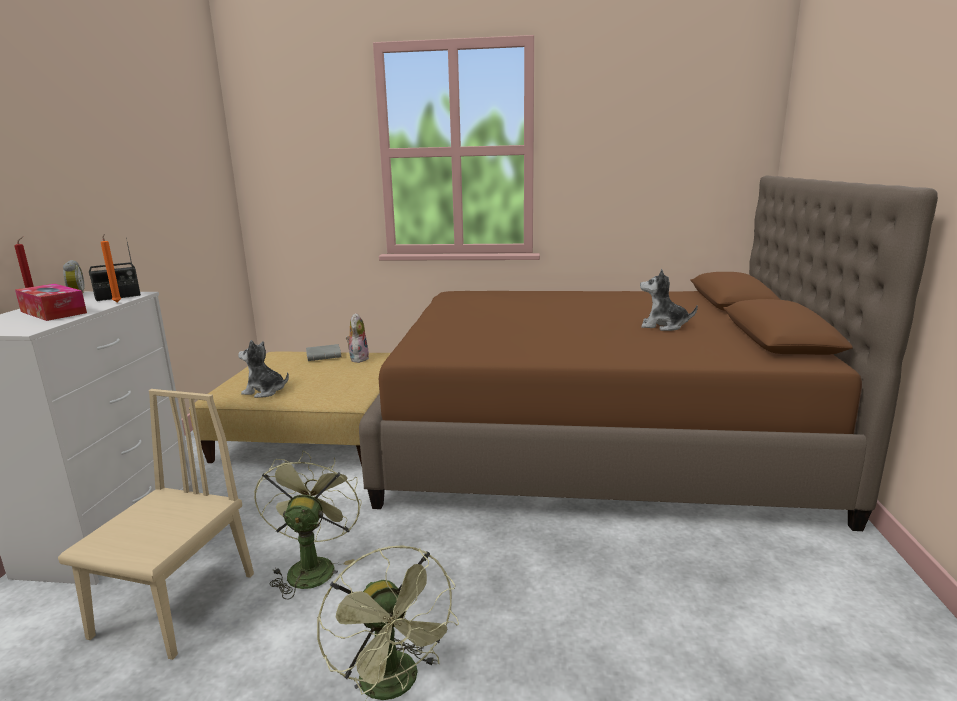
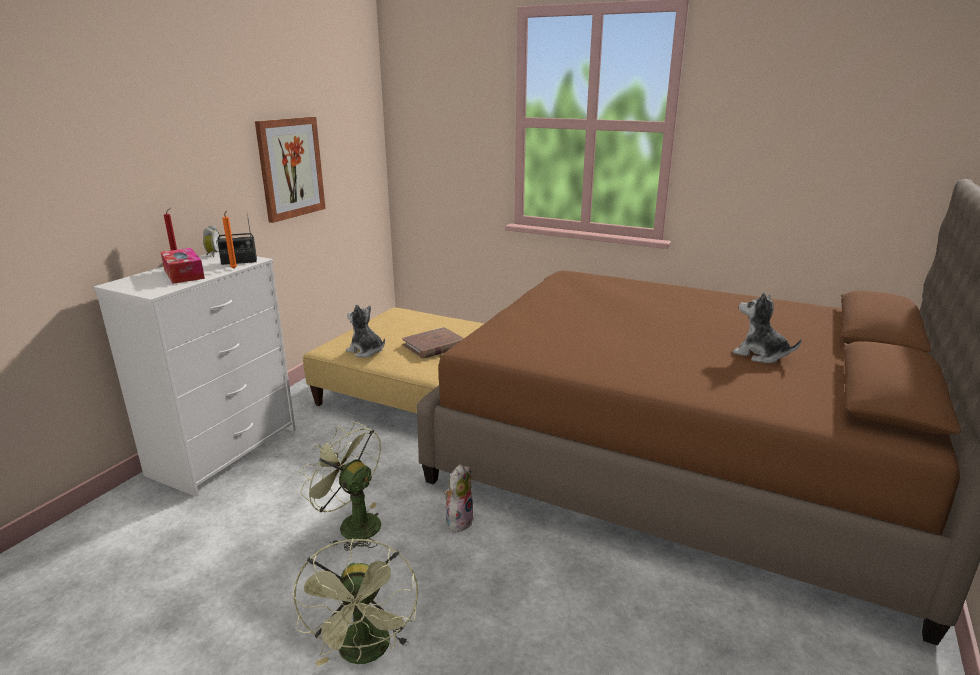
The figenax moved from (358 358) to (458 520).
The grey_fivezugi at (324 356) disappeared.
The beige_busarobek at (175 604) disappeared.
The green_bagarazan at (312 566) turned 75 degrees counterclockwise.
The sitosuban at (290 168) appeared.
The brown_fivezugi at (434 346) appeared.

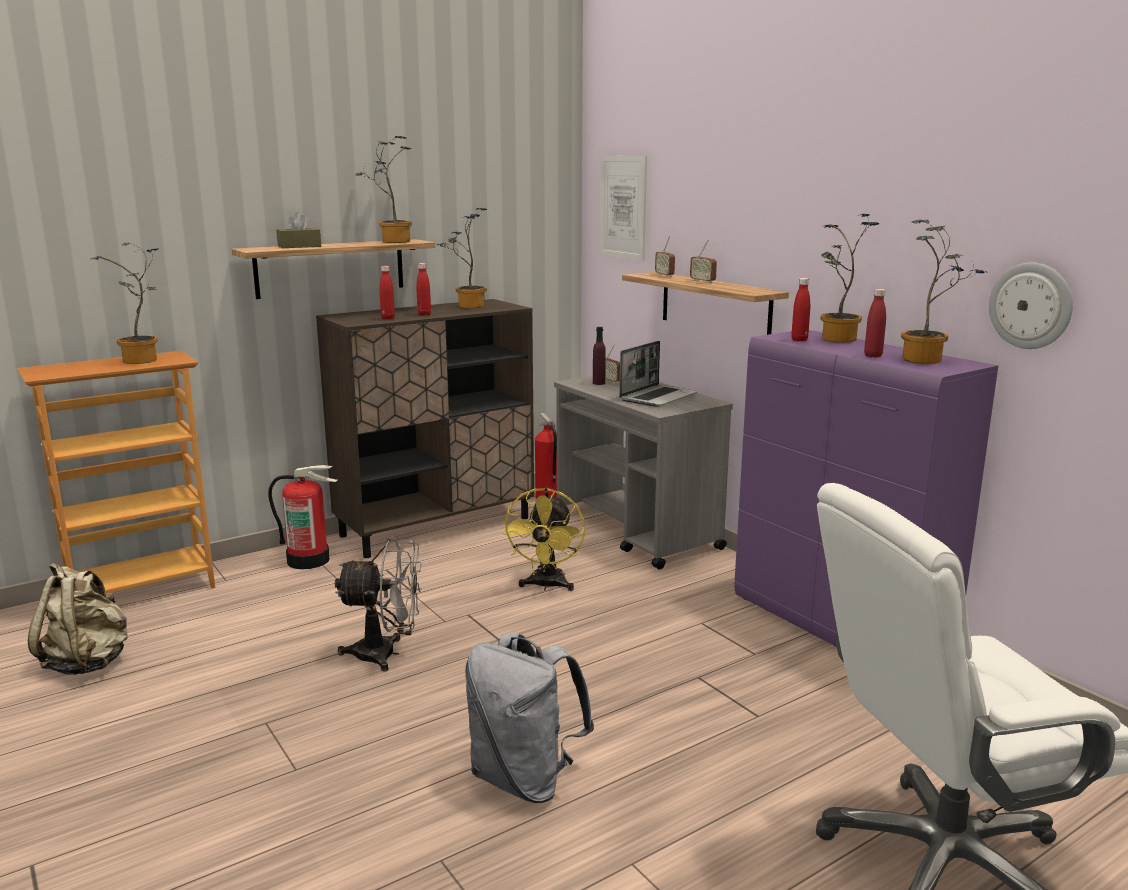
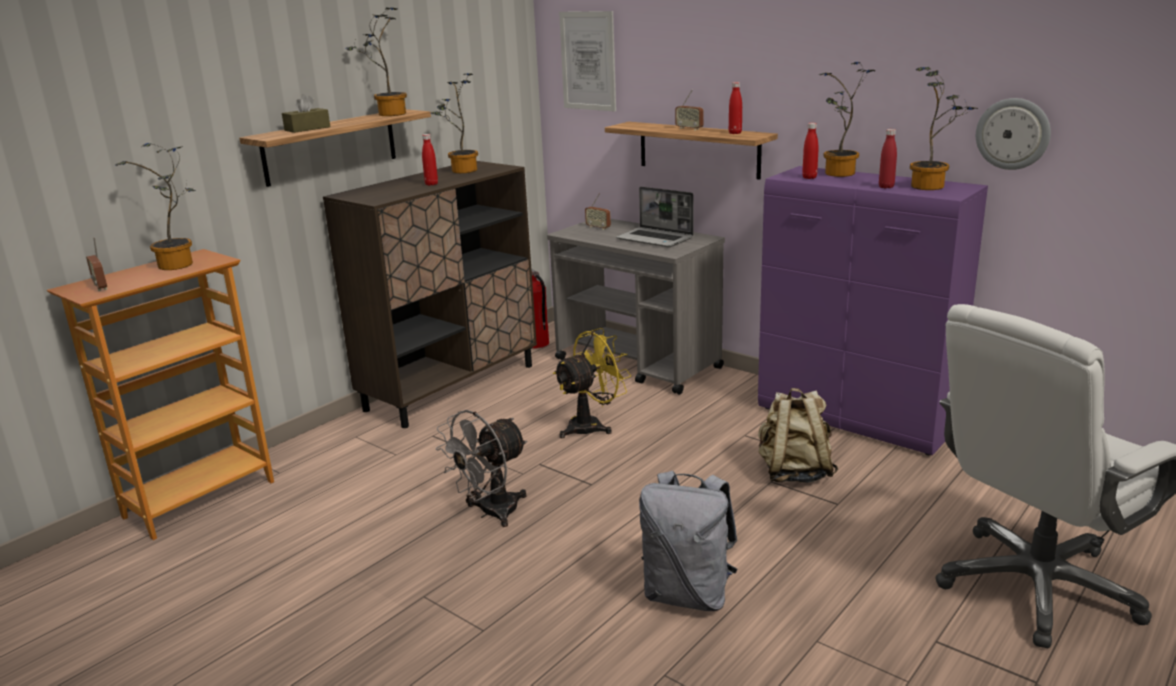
The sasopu moved from (664 275) to (101 287).
The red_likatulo moved from (388 318) to (735 133).
The purple_likatulo at (598 383) disappeared.
The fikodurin at (658 397) turned 105 degrees clockwise.
The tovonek at (309 560) disappeared.
The yellow_bagarazan at (546 586) turned 120 degrees counterclockwise.
The grey_bagarazan at (386 654) turned 150 degrees clockwise.
The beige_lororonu moved from (88 662) to (794 473).

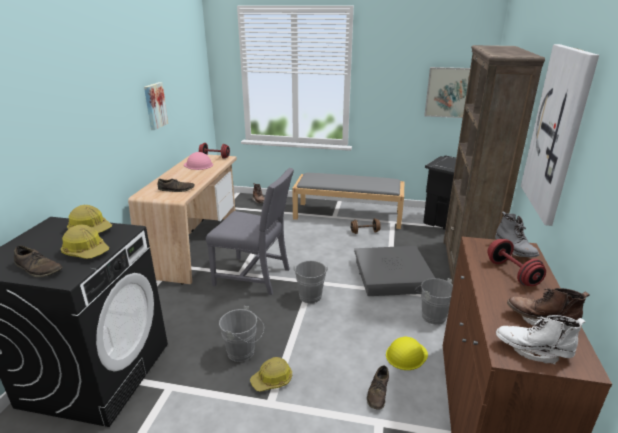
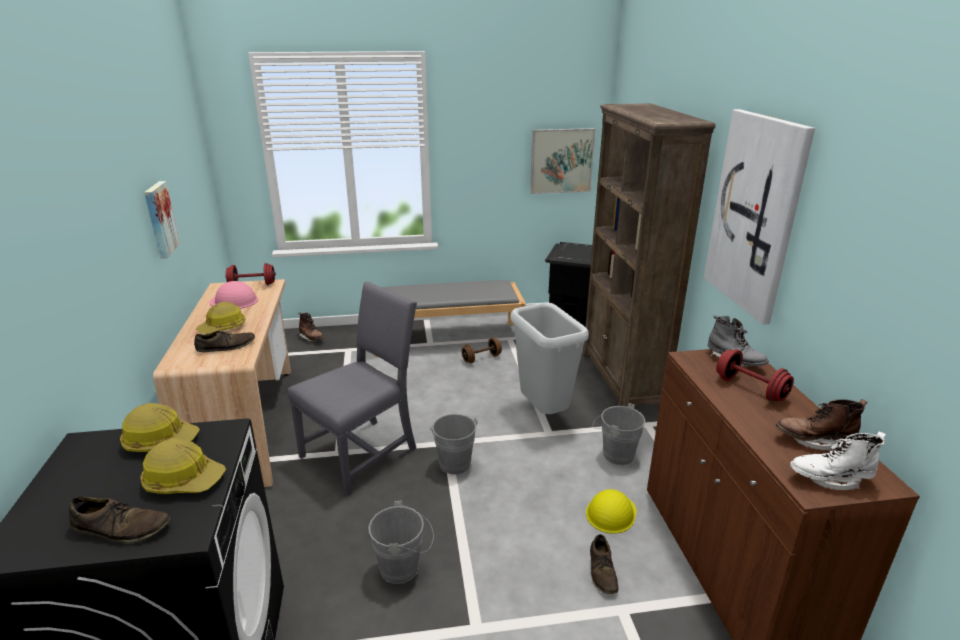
The grey_busarobek at (255 276) turned 45 degrees counterclockwise.
The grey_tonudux at (392 276) was replaced by the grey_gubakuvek at (544 413).
The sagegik moved from (272 380) to (223 327).

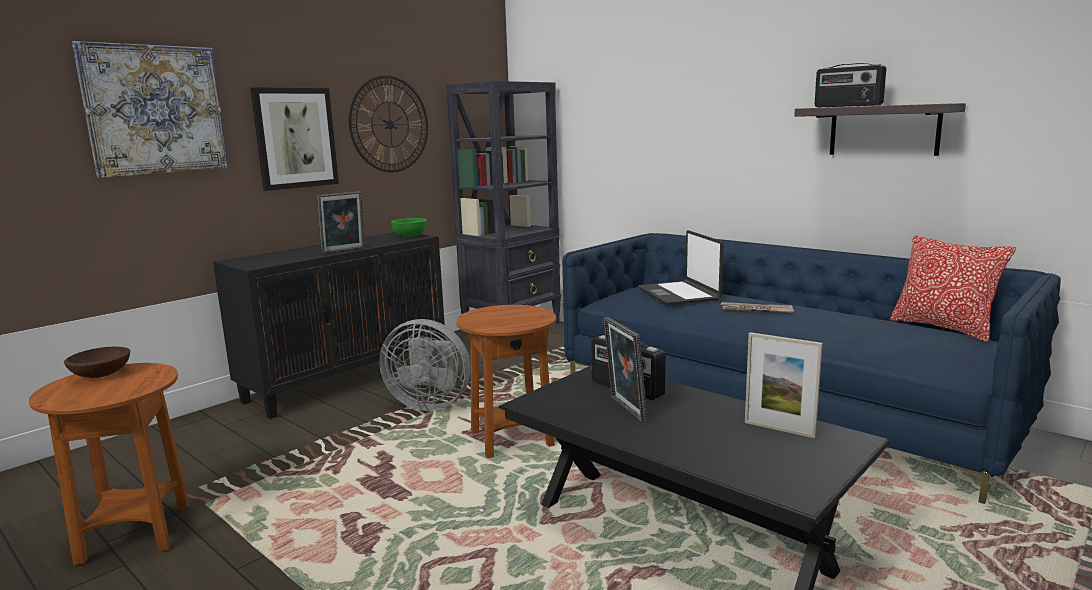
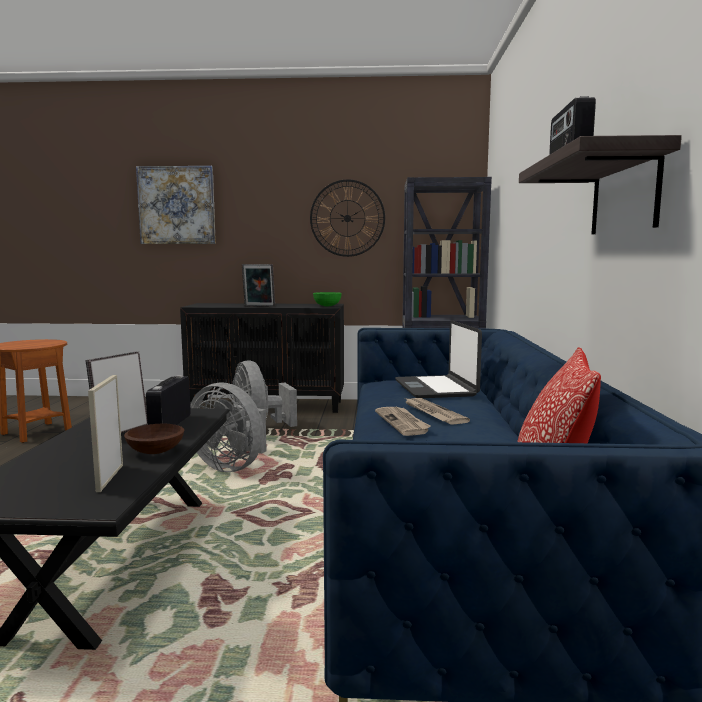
The sitosuban at (295 138) disappeared.
The fikodurin at (679 294) turned 45 degrees counterclockwise.
The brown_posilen at (512 439) was replaced by the grey_bagarazan at (231 466).
The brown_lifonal moved from (102 374) to (156 451).
The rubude at (403 423) appeared.

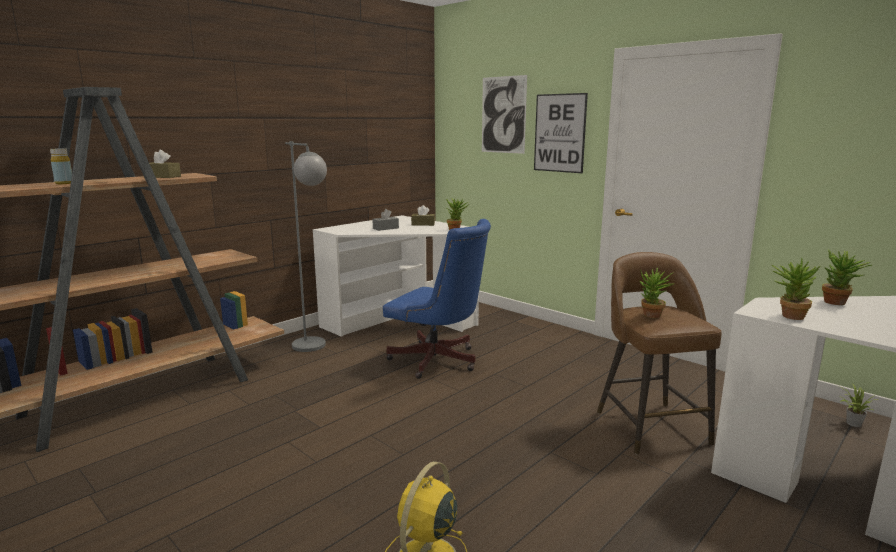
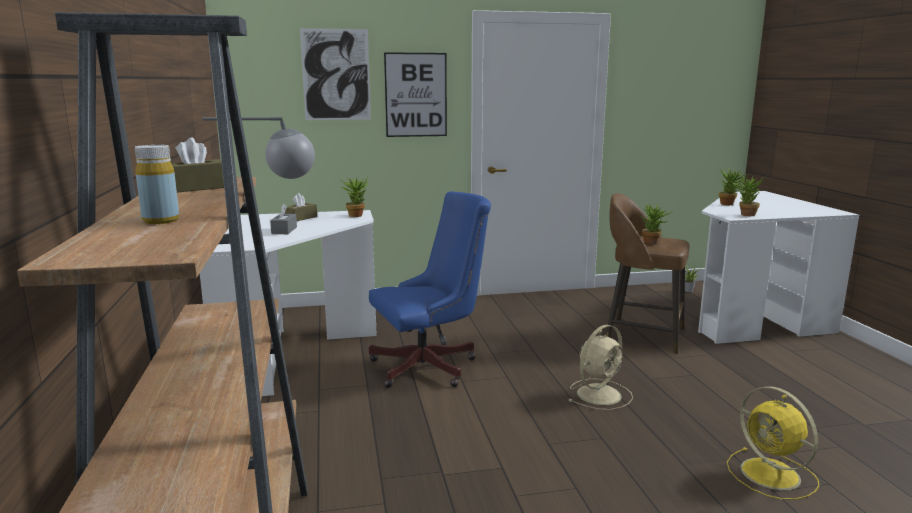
The beige_bagarazan at (600 394) appeared.

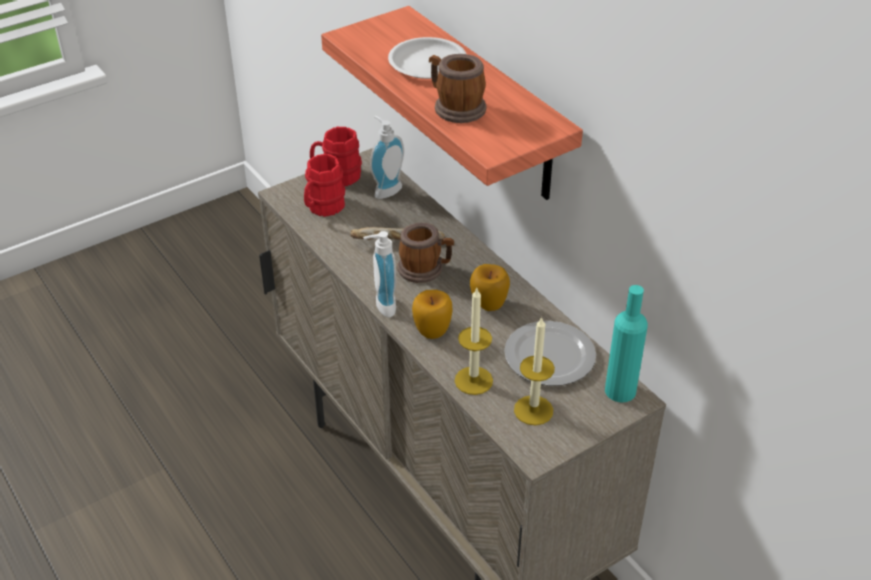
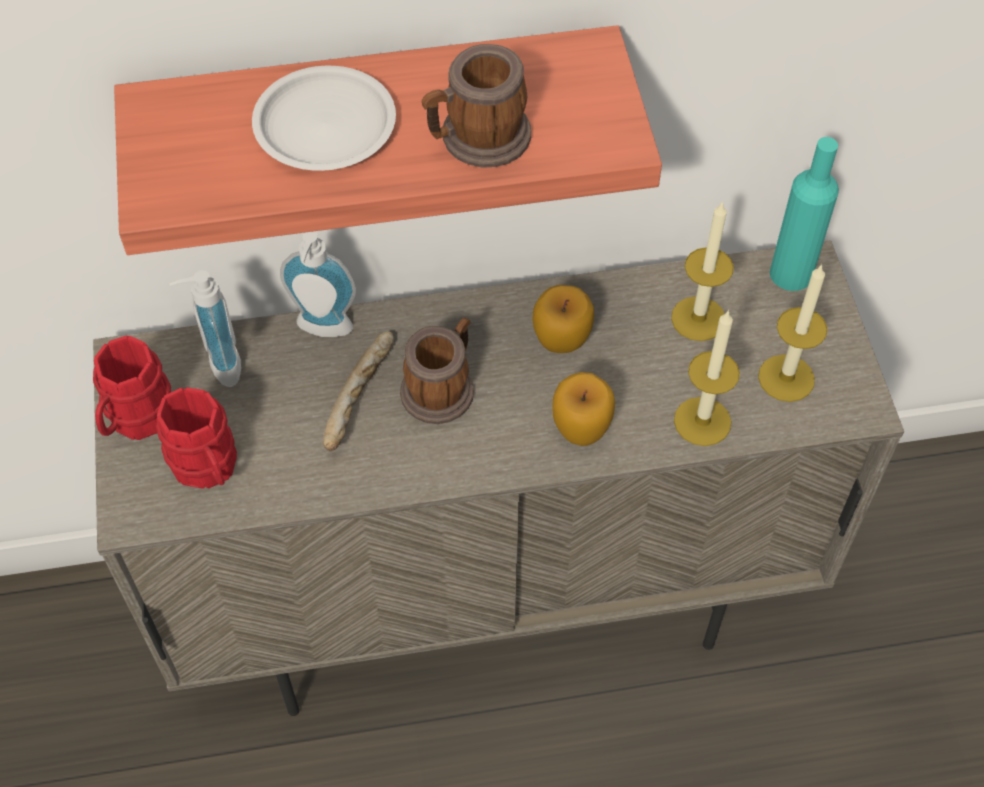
The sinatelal moved from (381 306) to (323 331).
The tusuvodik at (550 357) was replaced by the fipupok at (698 318).

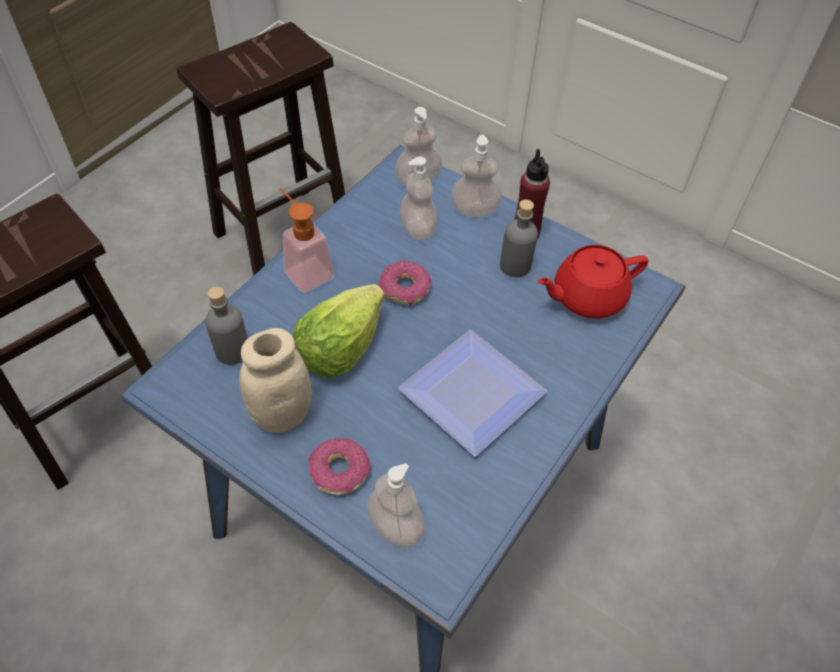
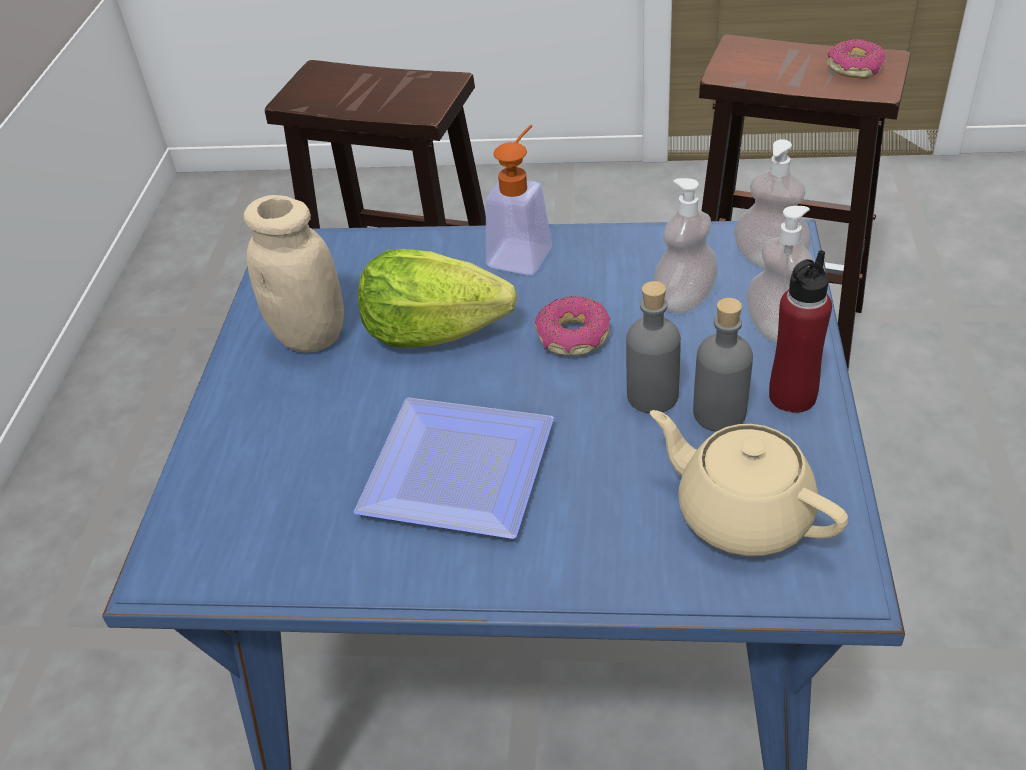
The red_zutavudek at (587 296) became the beige_zutavudek at (742 514).
The grey_likatulo moved from (232 351) to (652 395).
The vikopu moved from (339 471) to (855 68).
The sinatelal at (395 526) disappeared.

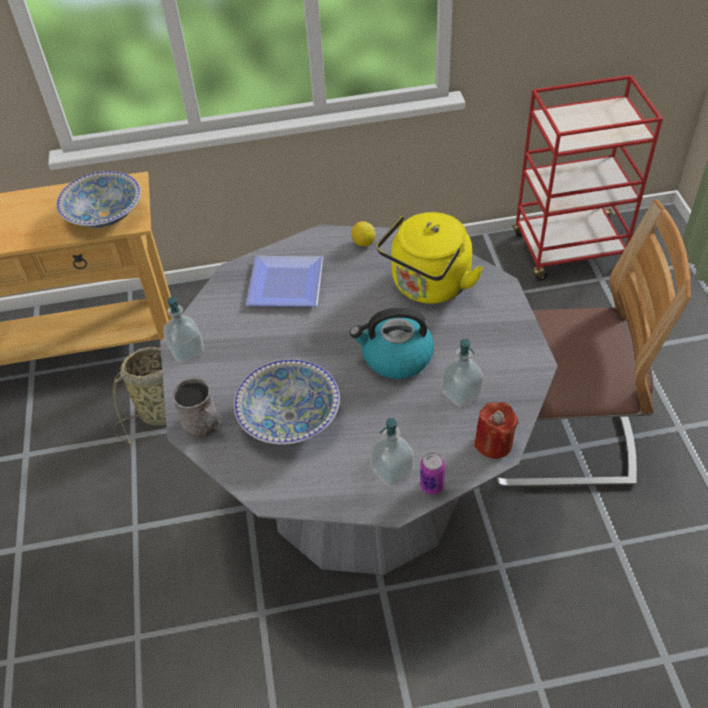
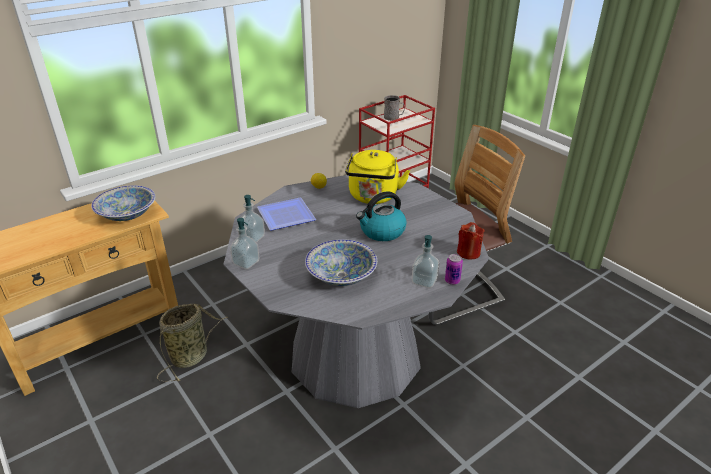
The sinatelal moved from (461 393) to (252 238).
The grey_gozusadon moved from (205 425) to (393 117).

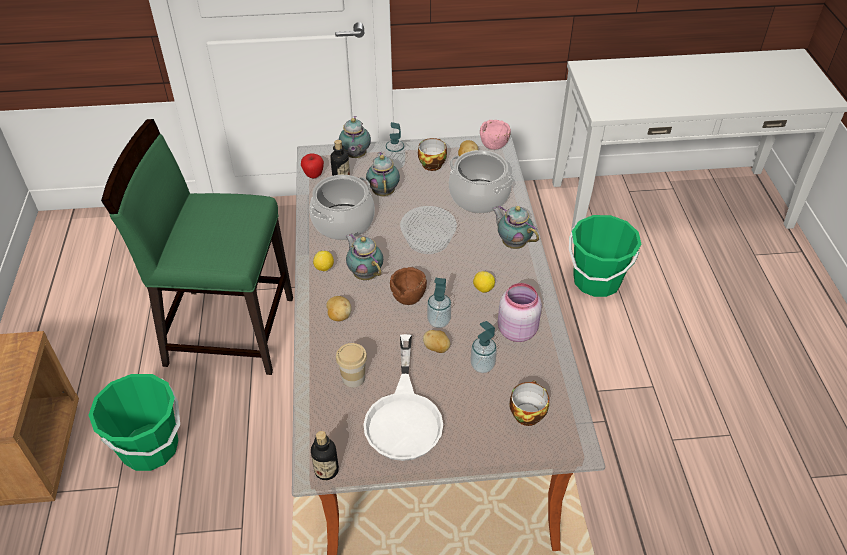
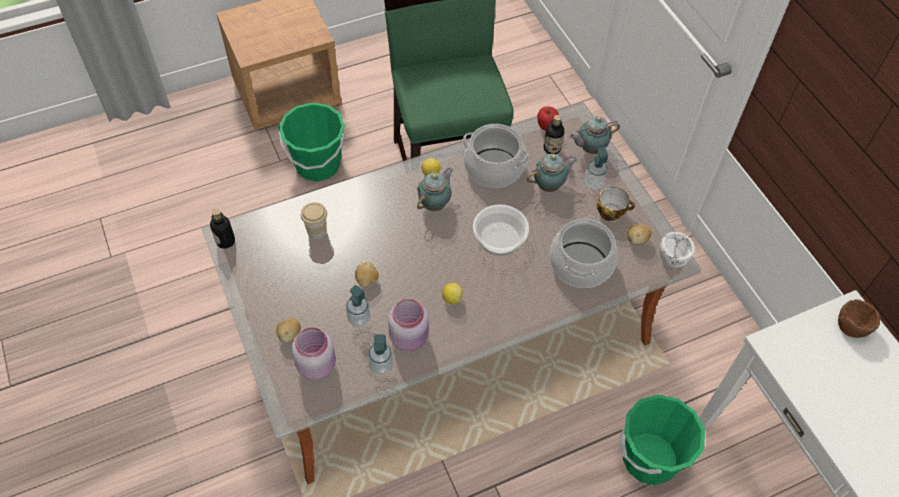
The pink_lifonal at (494 144) became the white_lifonal at (673 258).
The zutavudek at (512 243) disappeared.
The brown_lifonal moved from (408 296) to (851 327).
The sinatelal moved from (438 321) to (381 366).
The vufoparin moved from (339 316) to (289 335).
The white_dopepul at (404 415) disappeared.
The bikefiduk at (526 412) was replaced by the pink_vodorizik at (317 364).

